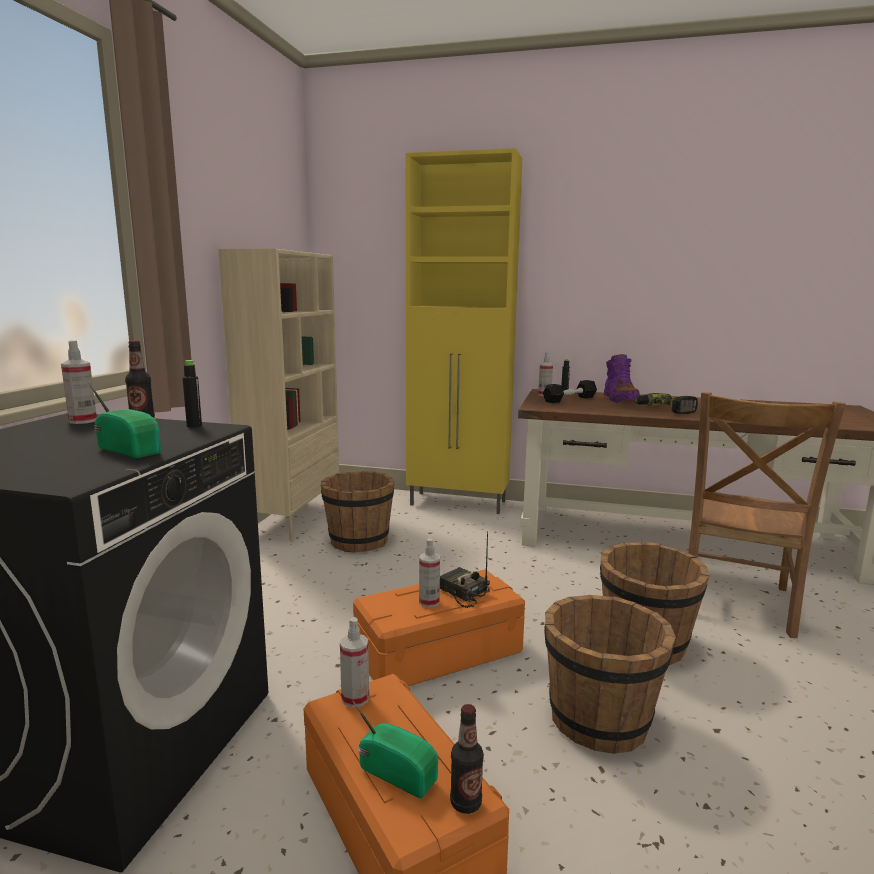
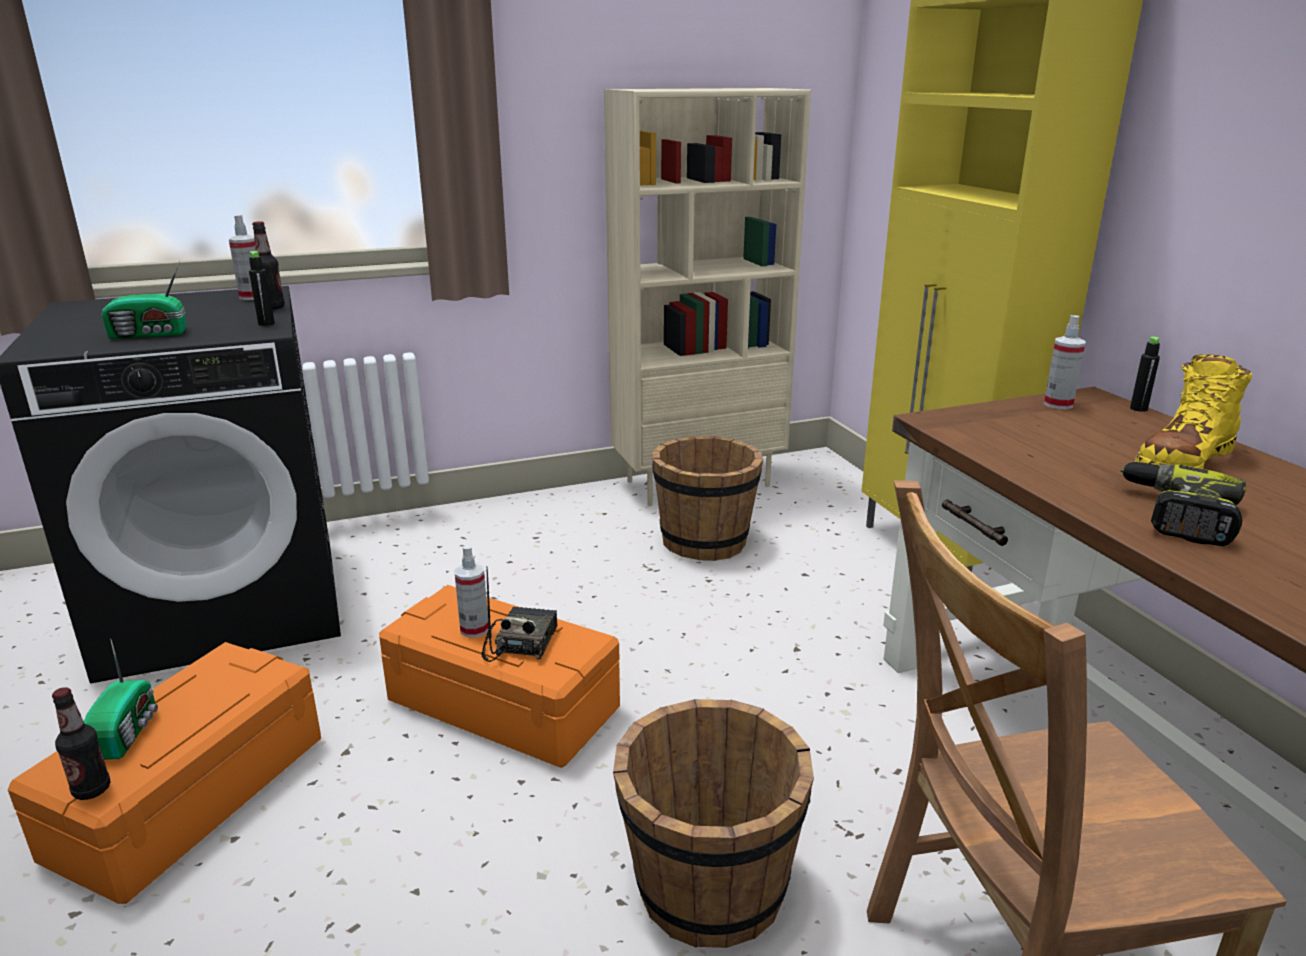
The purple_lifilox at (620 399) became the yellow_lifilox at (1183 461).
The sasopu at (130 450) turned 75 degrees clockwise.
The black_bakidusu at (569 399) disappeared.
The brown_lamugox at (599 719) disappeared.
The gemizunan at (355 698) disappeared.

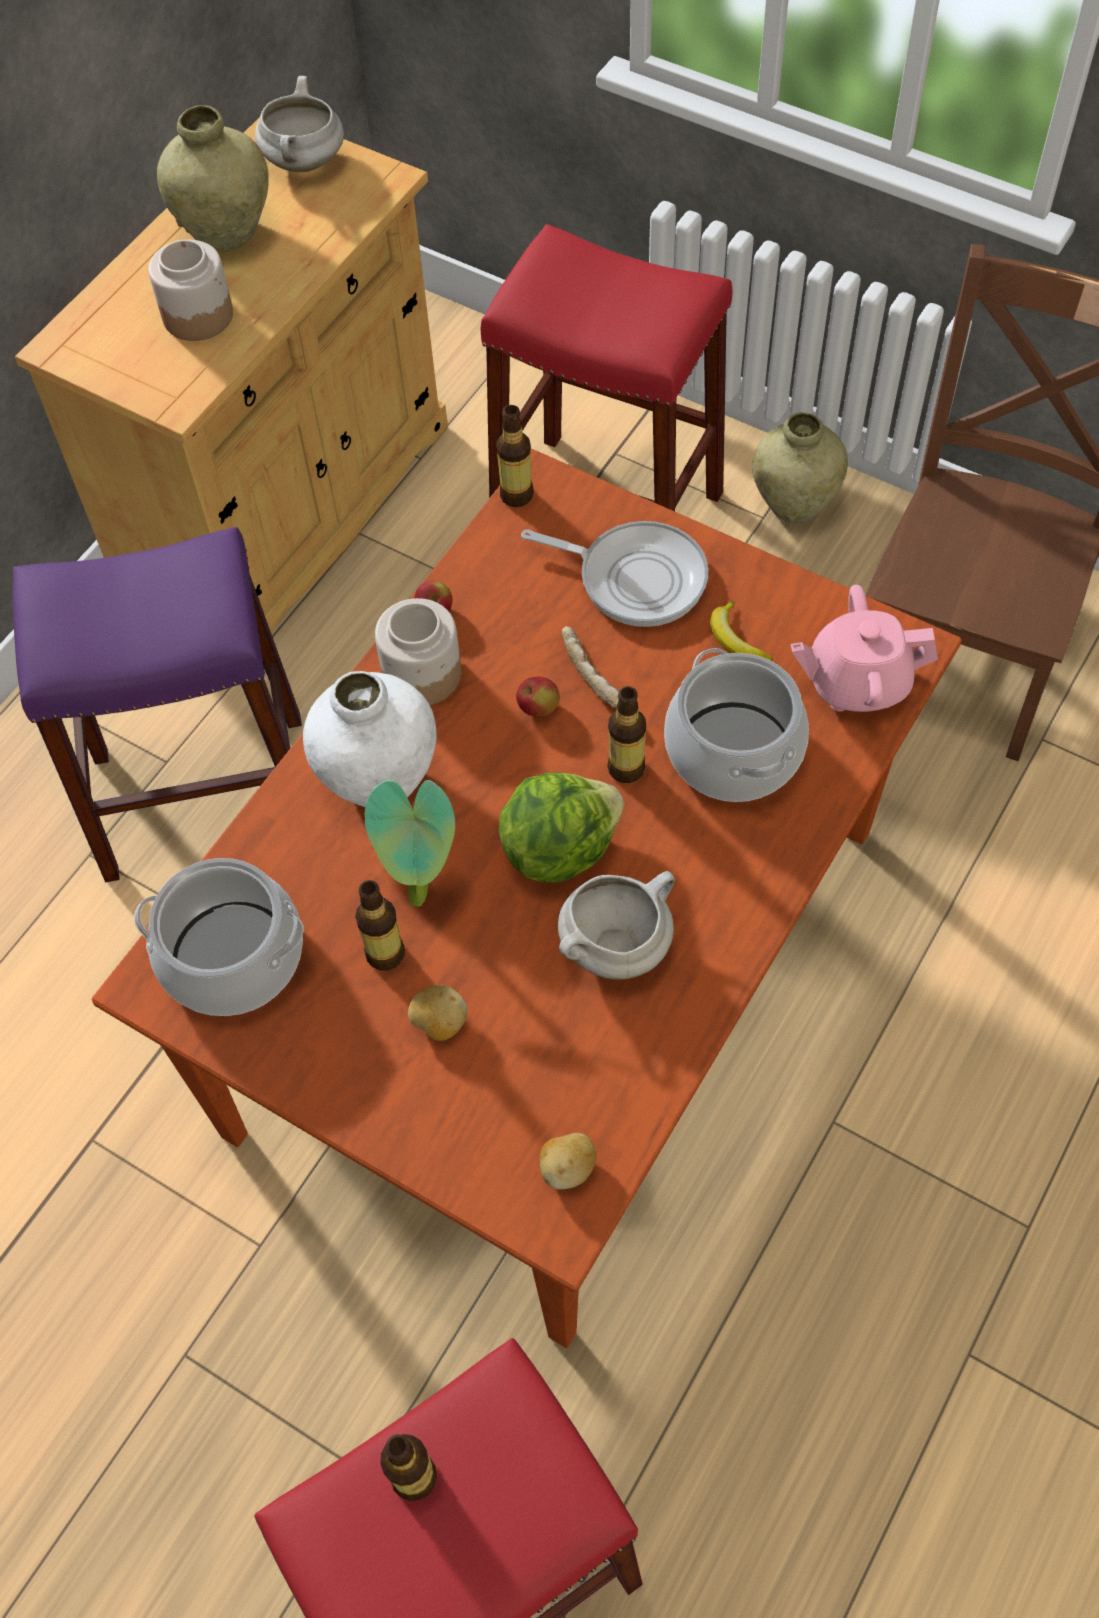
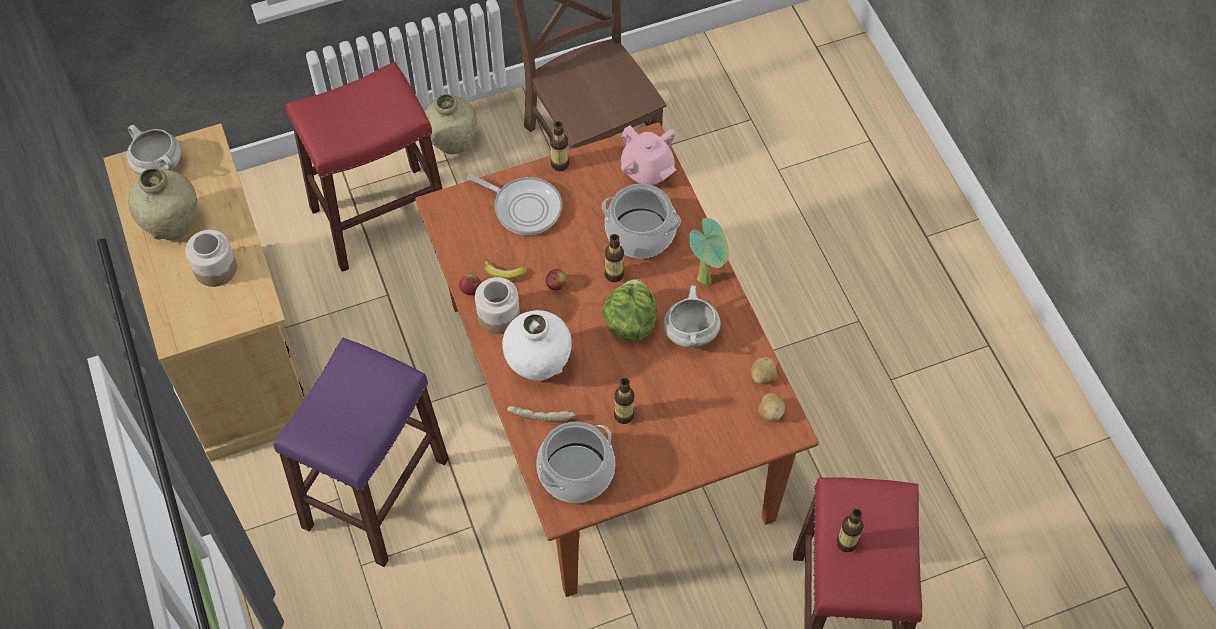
The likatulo moved from (516 495) to (559 164).
The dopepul at (635 578) turned 60 degrees clockwise.
The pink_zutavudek at (856 683) turned 75 degrees counterclockwise.
The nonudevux moved from (736 641) to (504 273).
The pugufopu moved from (594 675) to (541 415).
The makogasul moved from (423 897) to (707 279).
The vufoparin moved from (439 1022) to (763 377).

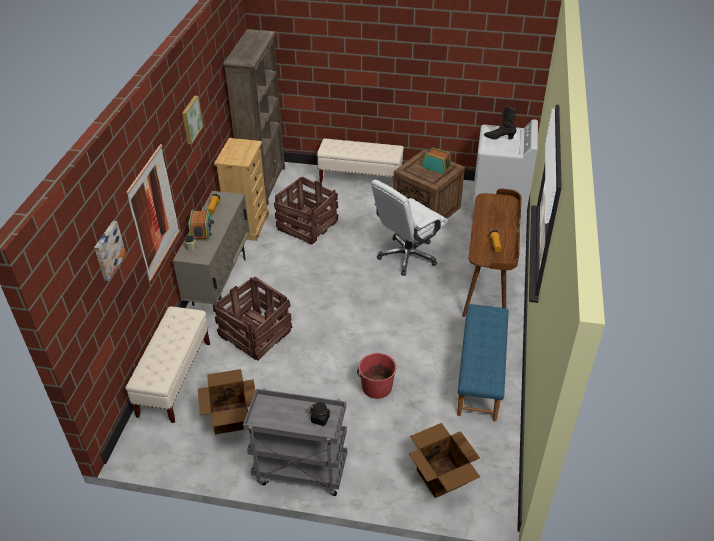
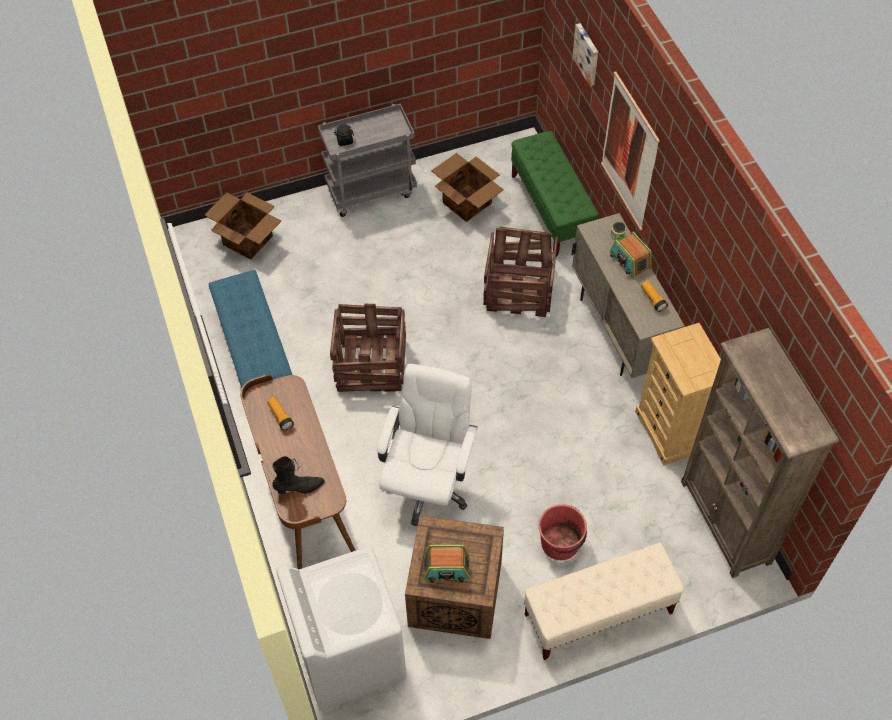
The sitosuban at (191 119) disappeared.
The black_lifilox moved from (499 137) to (299 488).
The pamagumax moved from (307 226) to (371 363).
The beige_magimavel at (175 378) became the green_magimavel at (551 211).
The red_lamugox moved from (376 387) to (560 543).

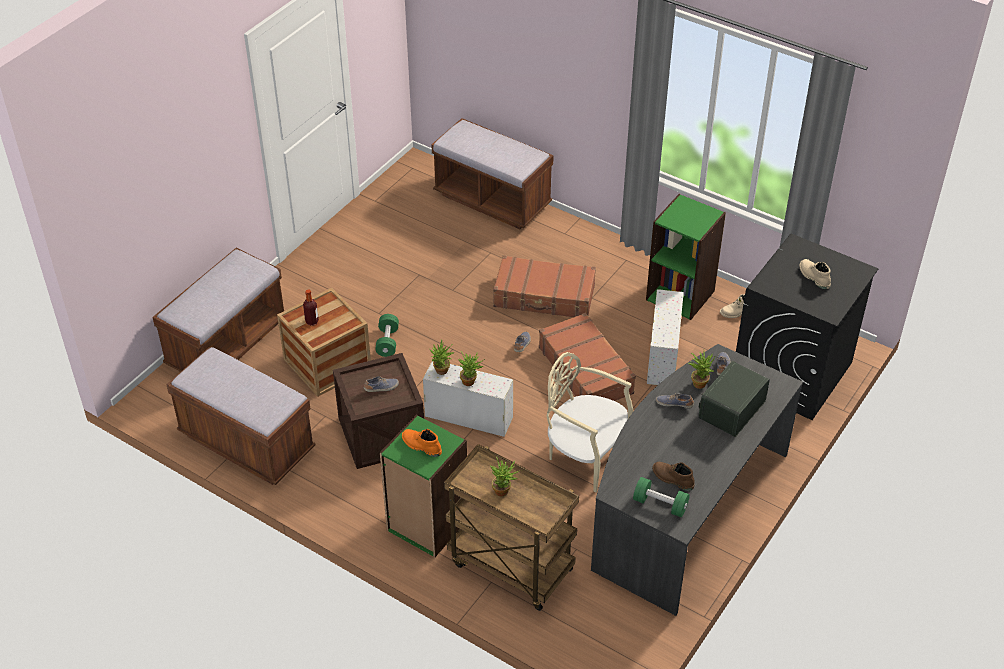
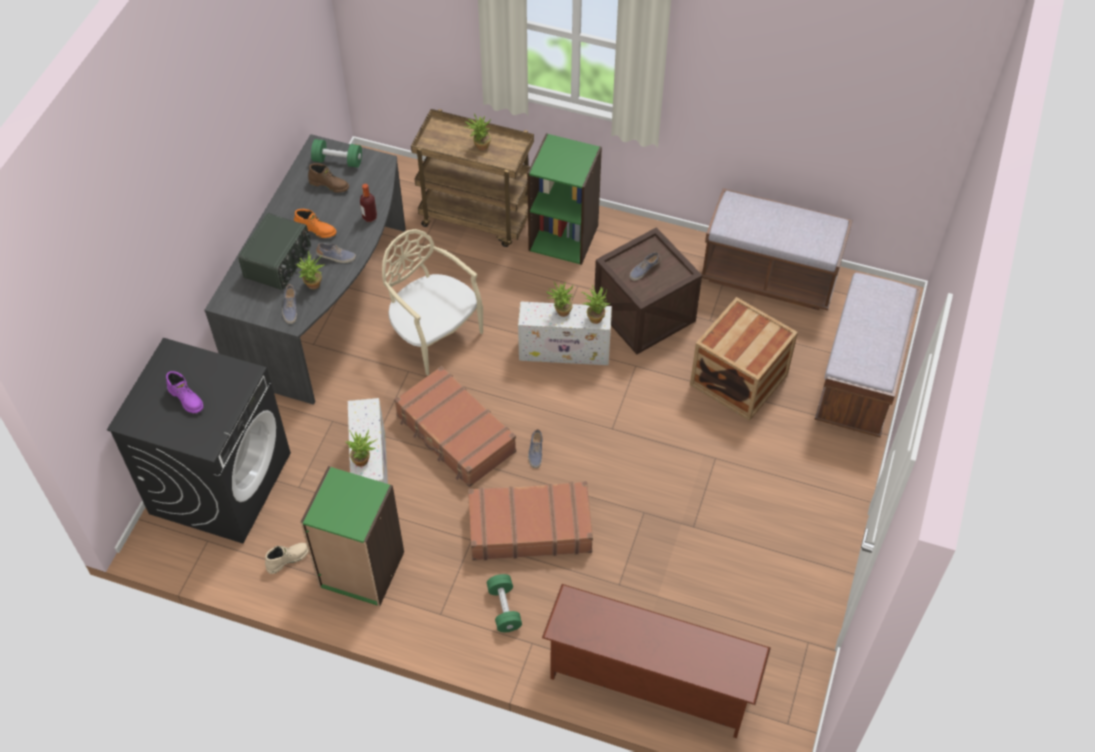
The brown_magimavel at (492 200) was replaced by the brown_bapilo at (649 683).
The beige_lifilox at (813 277) became the purple_lifilox at (186 398).
The likatulo moved from (312 321) to (369 217).
The green_bakidusu moved from (387 342) to (504 608).
The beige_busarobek at (585 455) turned 150 degrees counterclockwise.
The orange_lifilox moved from (421 446) to (316 230).
The makogasul at (364 460) appeared.

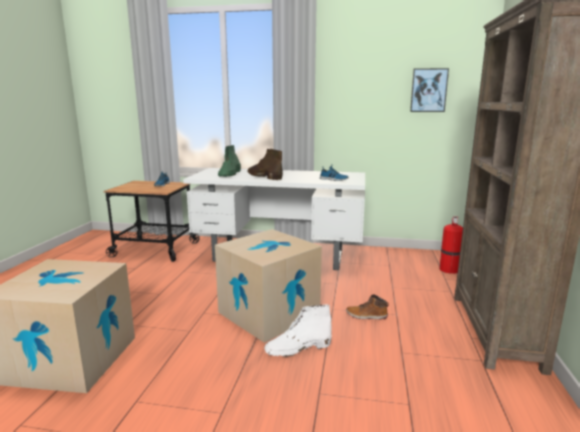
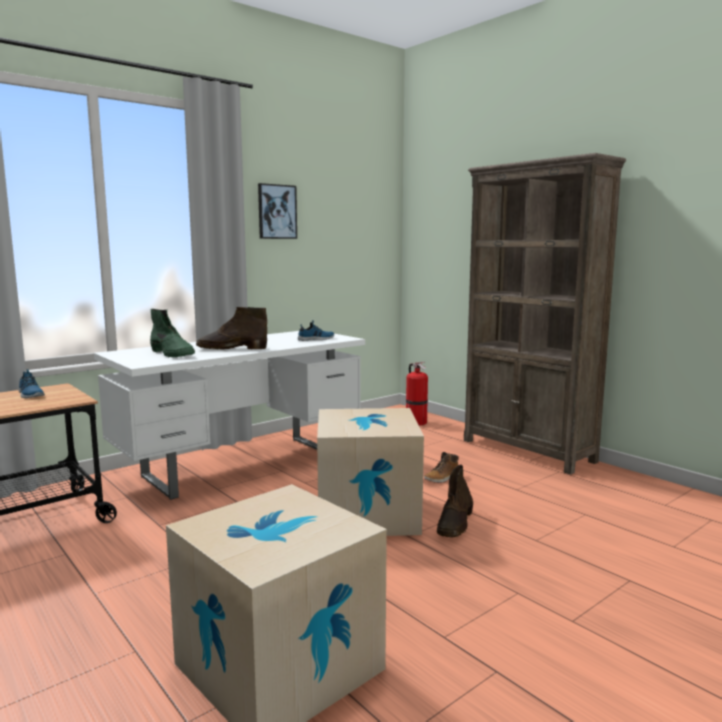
The sitosuban moved from (428 90) to (277 212).
The white_lifilox at (297 348) became the brown_lifilox at (455 524).

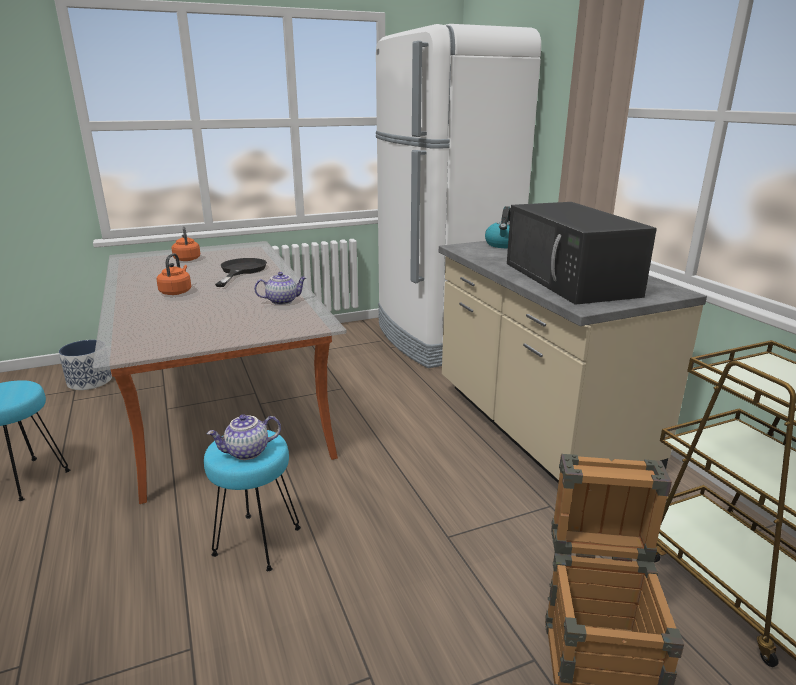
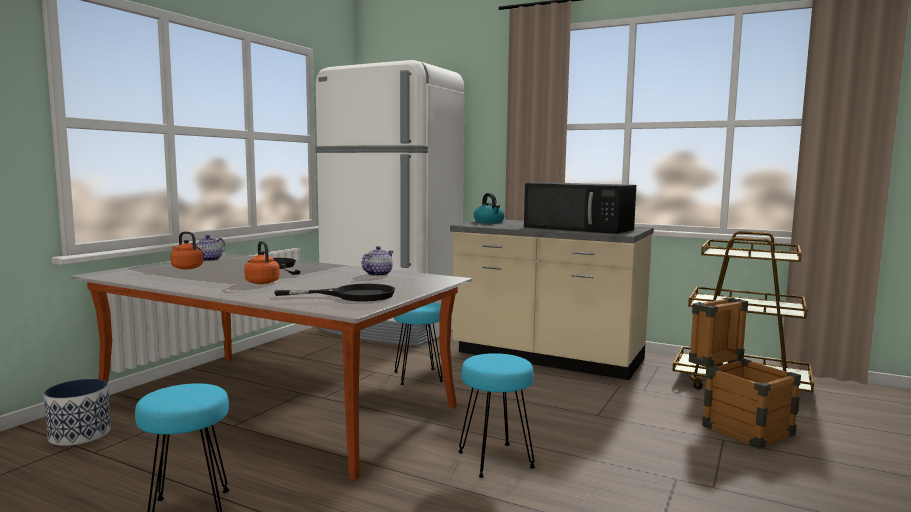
The zutavudek moved from (247 452) to (209 260).
The black_dopepul at (353 295) appeared.
The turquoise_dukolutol at (419 376) appeared.

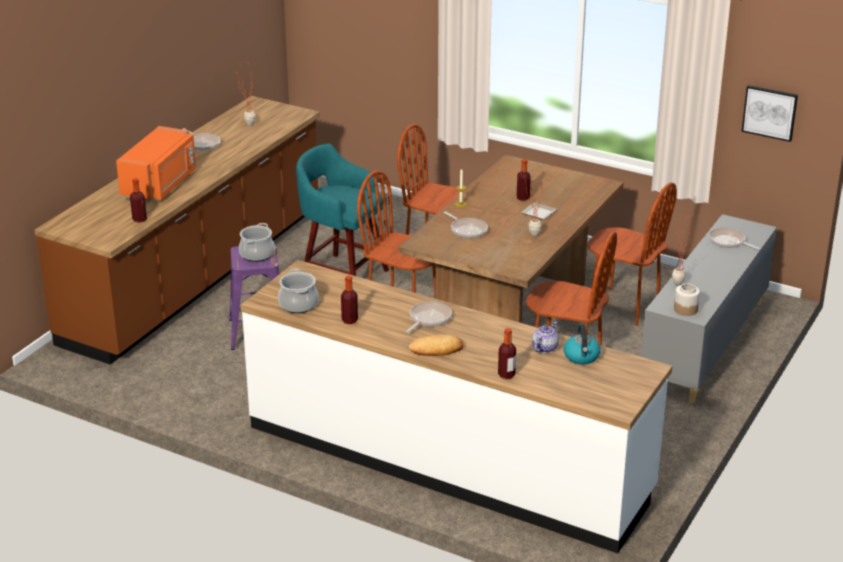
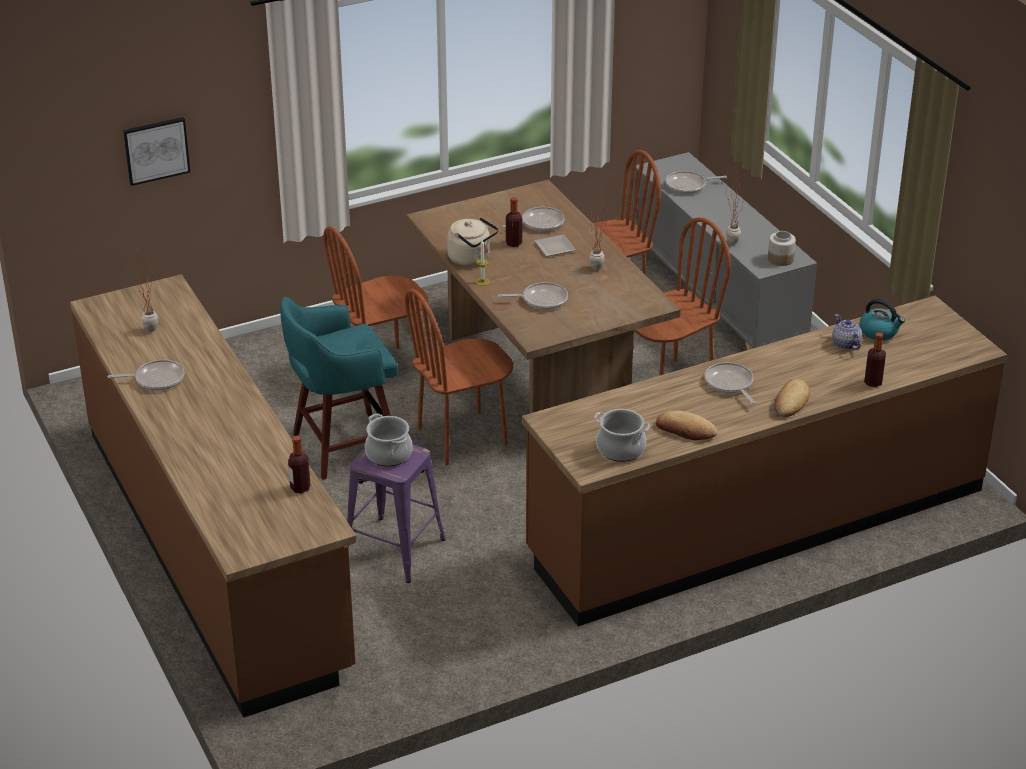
The sitosuban moved from (770 112) to (156 150).
The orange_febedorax at (161 184) disappeared.
The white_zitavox at (448 459) became the brown_zitavox at (757 522).
The likatulo at (349 320) was replaced by the pugufopu at (685 430).
The dopepul at (540 223) appeared.
The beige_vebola at (471 259) appeared.

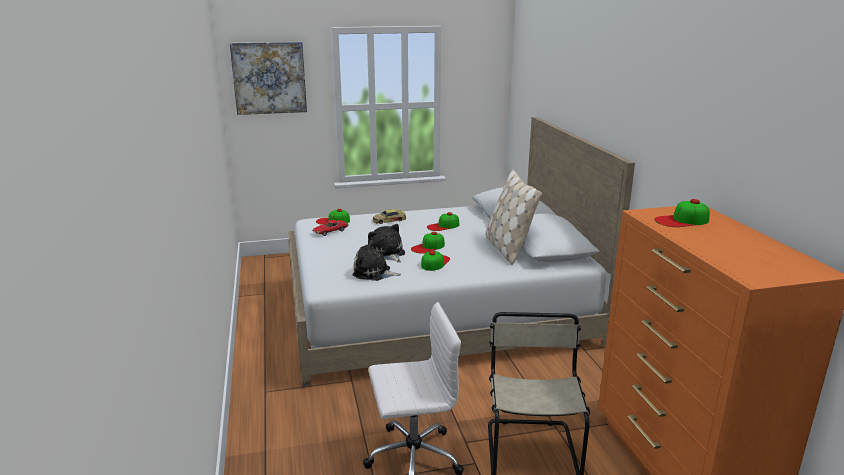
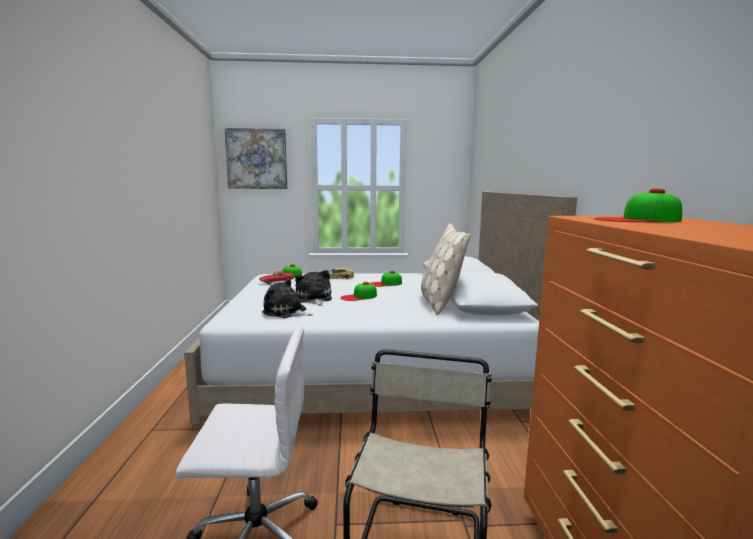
The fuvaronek at (435 262) disappeared.

